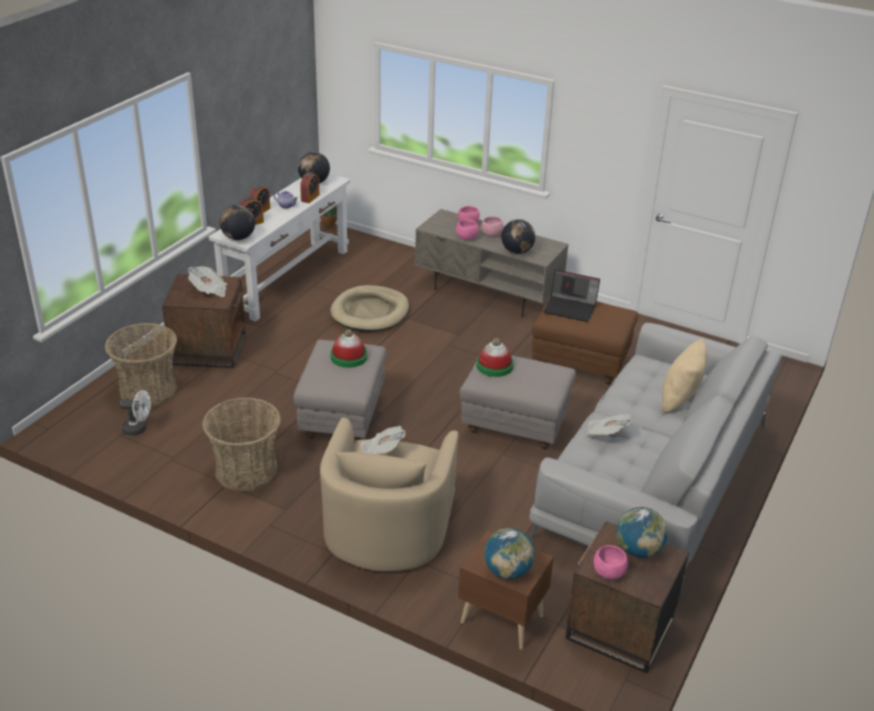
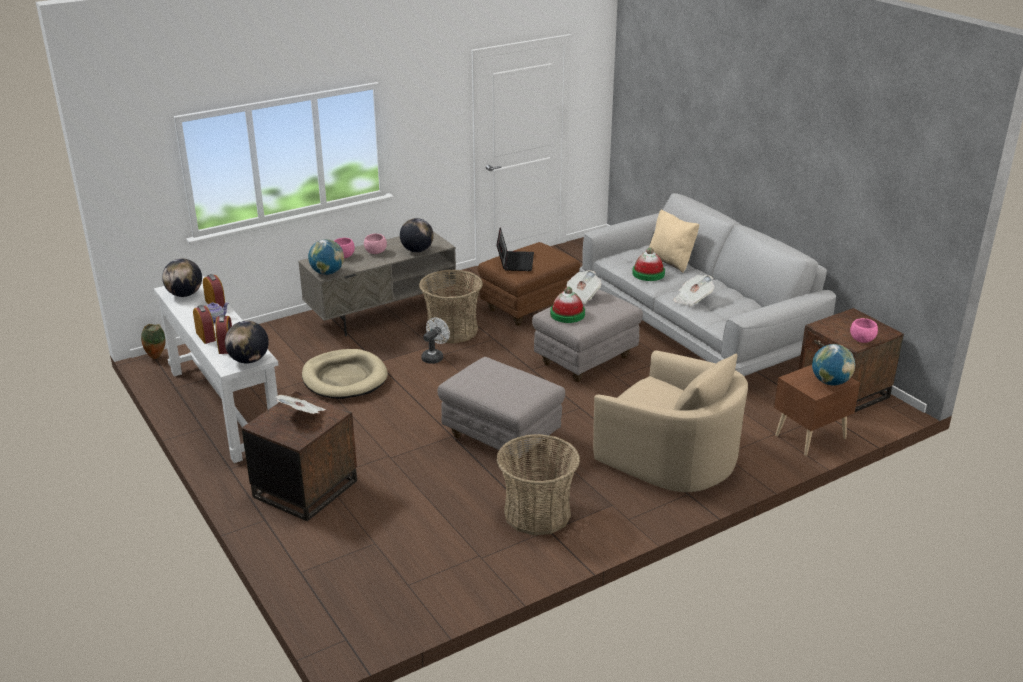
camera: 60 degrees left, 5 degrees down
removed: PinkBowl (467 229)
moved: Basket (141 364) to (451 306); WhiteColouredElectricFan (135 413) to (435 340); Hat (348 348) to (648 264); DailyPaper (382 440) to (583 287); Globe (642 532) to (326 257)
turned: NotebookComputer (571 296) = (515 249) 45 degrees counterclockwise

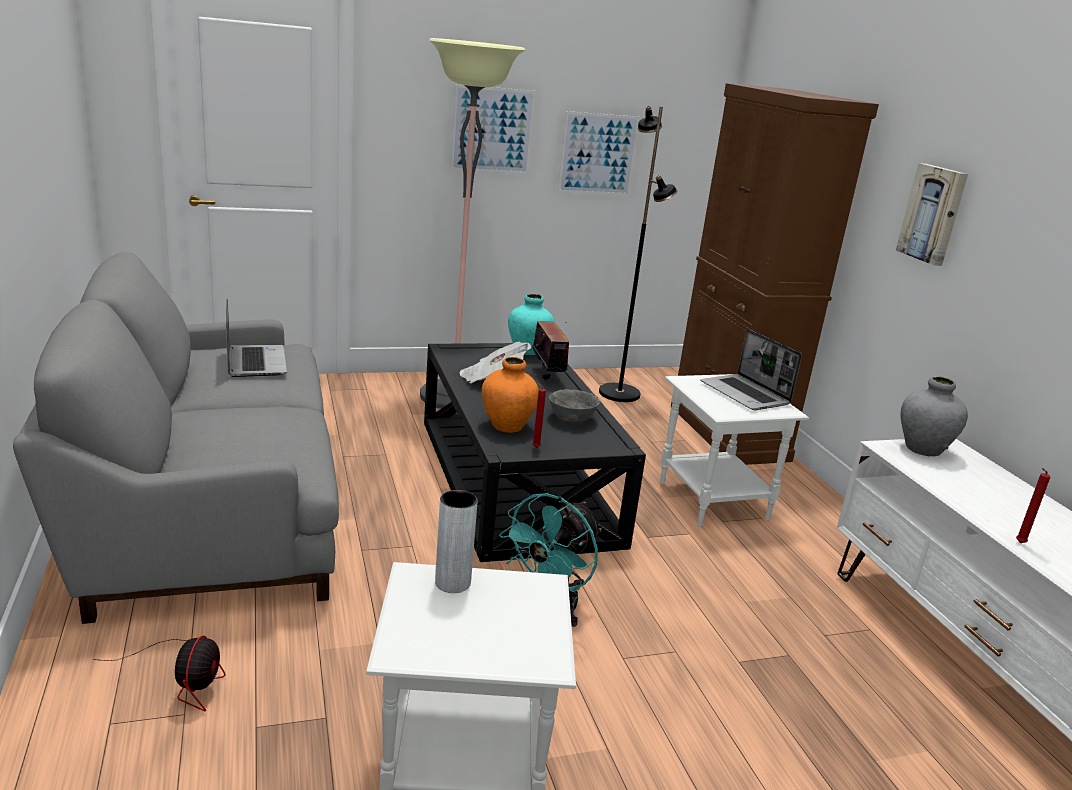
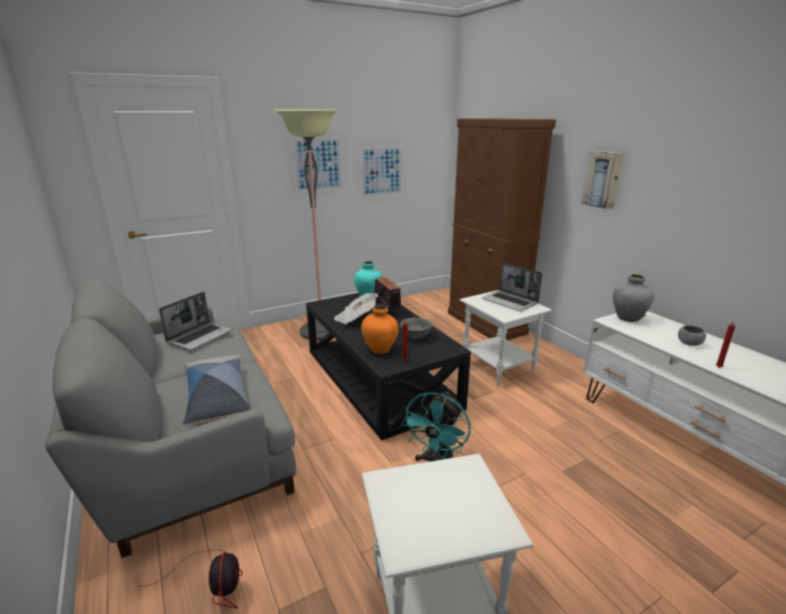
camera: 10 degrees left, 0 degrees up
removed: GreyFlowerVase (456 541); BlackStandingLamp (638 253)
added: Cushion (216 389); GreyBowl (692 335)
turned: NotebookComputer (256 338) = (196 321) 60 degrees clockwise

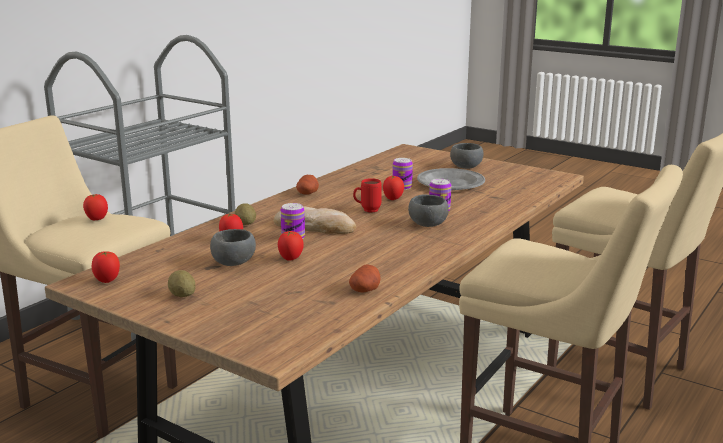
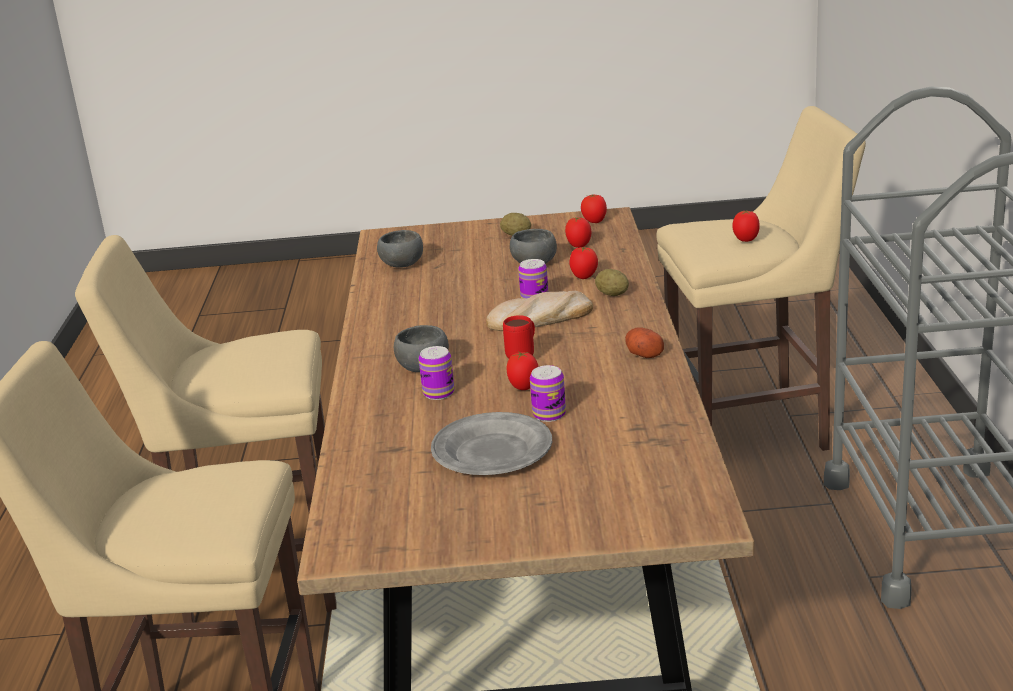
camera: 145 degrees right, 5 degrees up
removed: WholePotato (365 278)
moved: FreshTomato (291 246) to (578 232); GreyBowl (467 156) to (400 249)

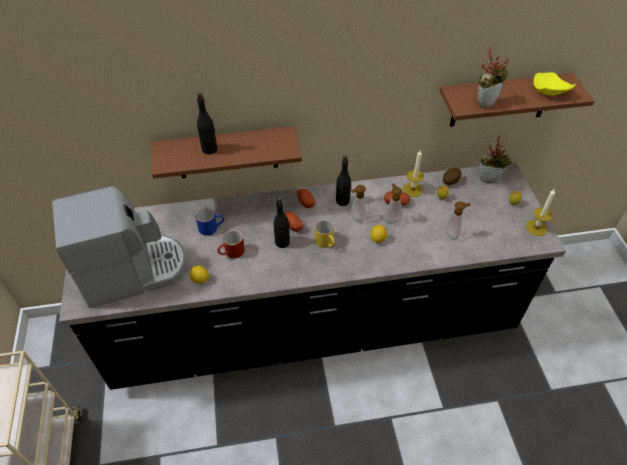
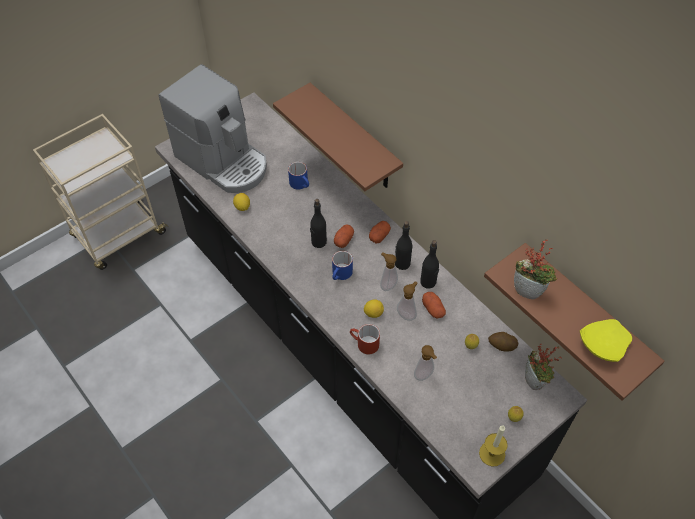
camera: 60 degrees right, 5 degrees up
removed: Candle (413 173)
moved: BlackBottle (207 123) to (429 264); ReddishCoffeeMug (231 244) to (365 339)
recoloured: YellowColouredCoffeeMug (325 234) to BluishCoffeeMug (342 265)

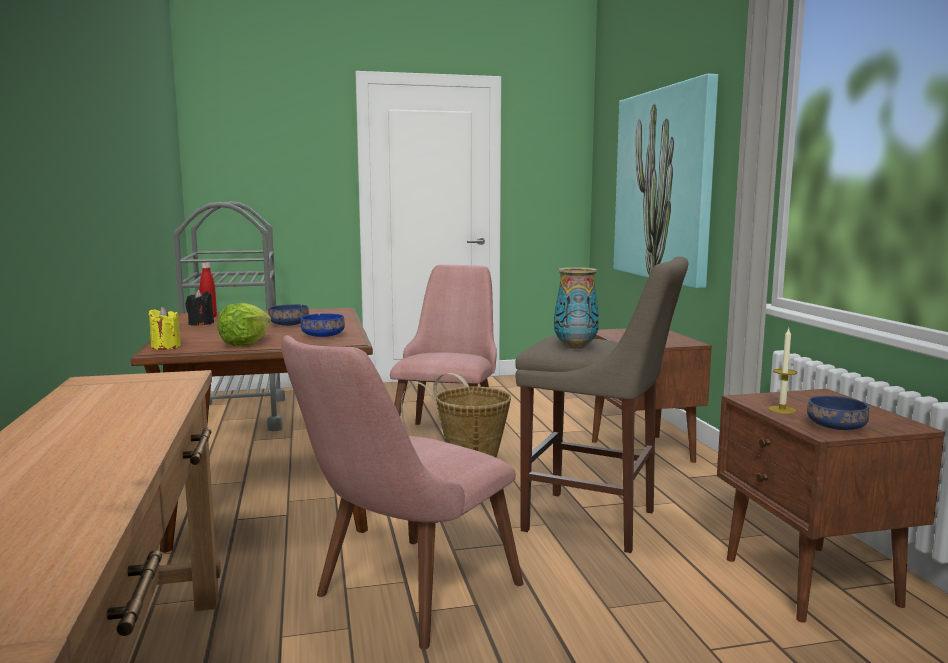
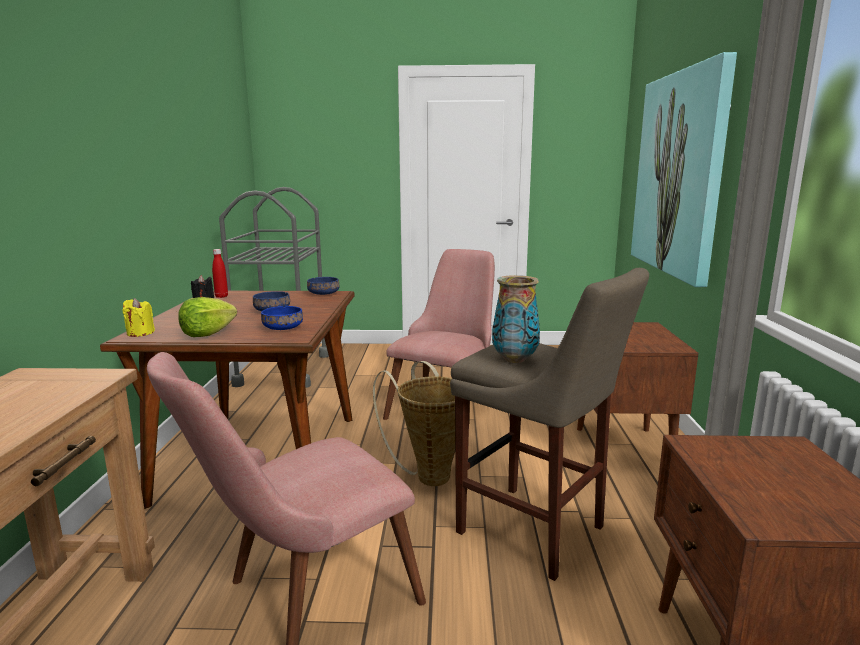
camera: 15 degrees right, 5 degrees up
removed: Candle (782 371)
moved: BluishBowl (838 413) to (323 286)

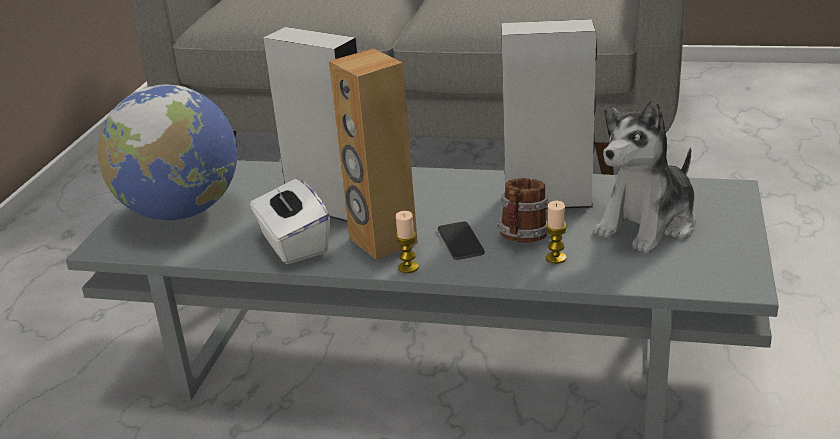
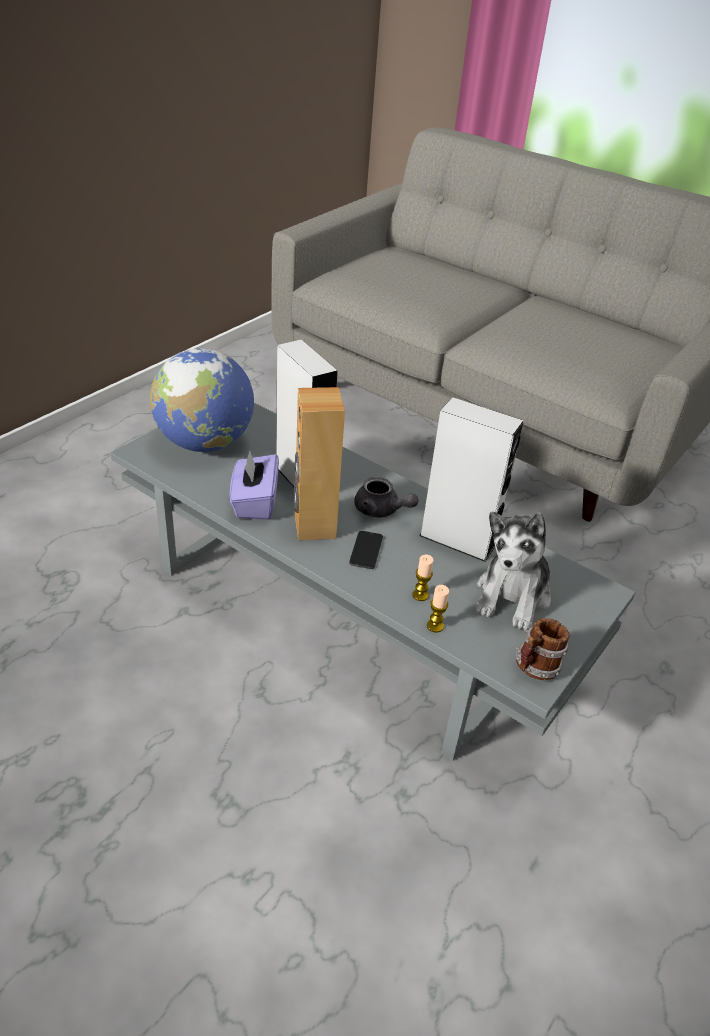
camera: 20 degrees right, 10 degrees up
added: GreyTeaPot (387 497)
moved: Candle (407 242) to (438 609); CoffeeMug (522 210) to (543 649)
recoloured: WhiteColouredTissueHolder (290 220) to PurpleTissueHolder (254 485)
turned: CuddlyToy (644 176) = (513 571) 45 degrees counterclockwise

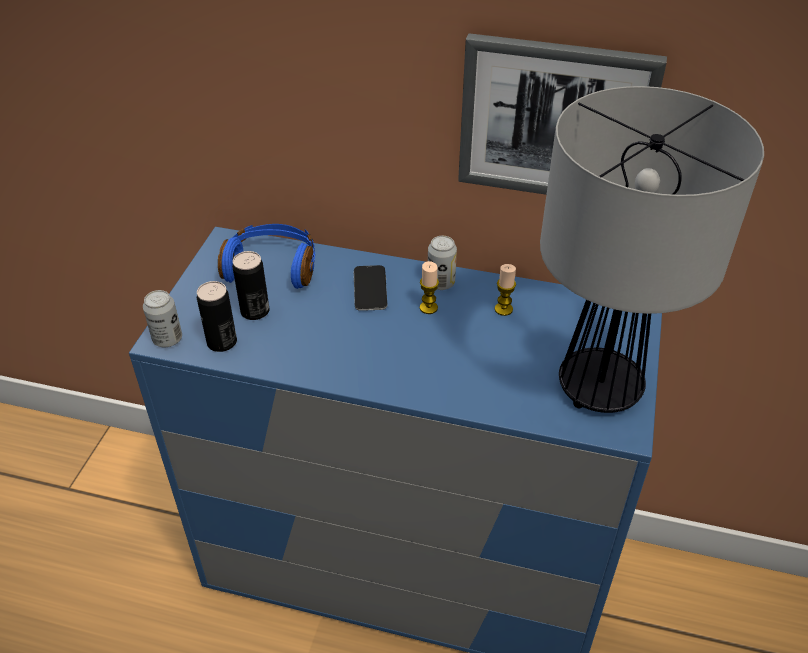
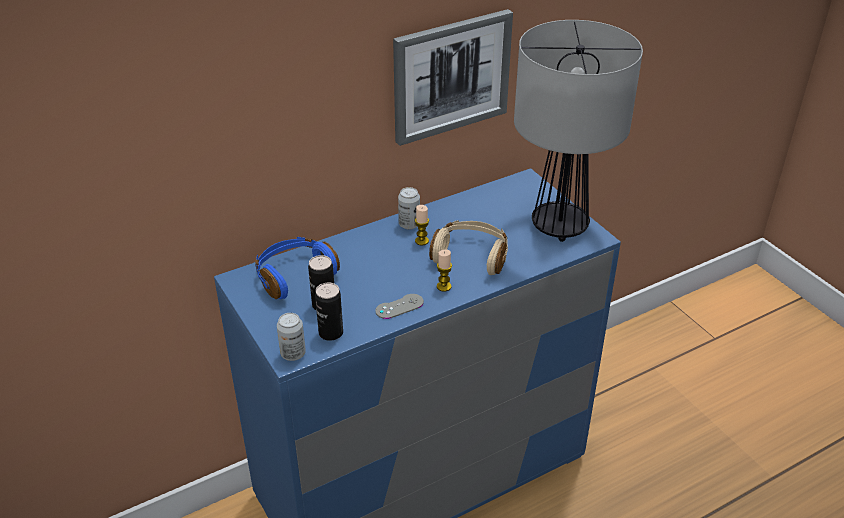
camera: 45 degrees left, 5 degrees down
removed: Phone (370 288)
added: GreyGameController (399 306); BeigeHeadphones (468 247)
moved: Candle (505 290) to (444 270)

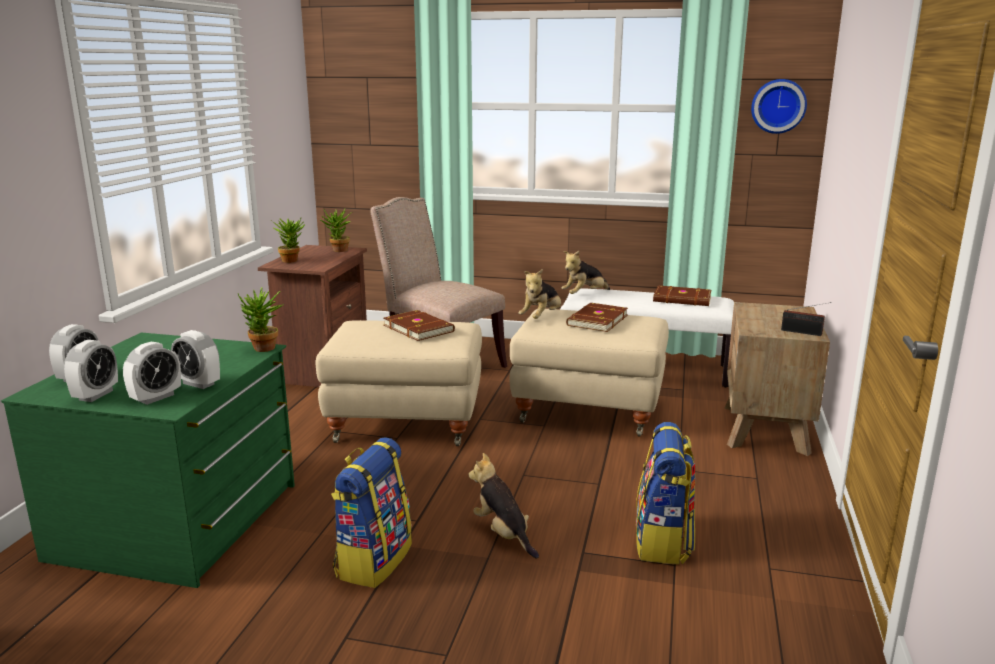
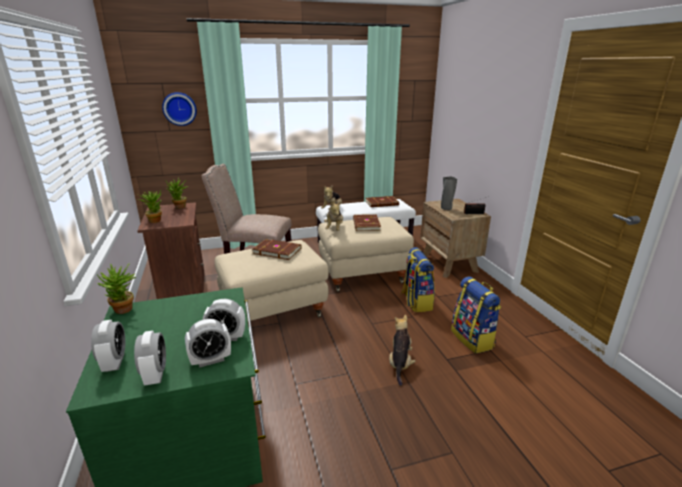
camera: 30 degrees left, 5 degrees up
added: GreyFlowerVase (449 193)
moved: PlantInAPot (261 319) to (116 288); Knapsack (371 512) to (418 279); ClockOnTheWall (779 106) to (179 109)
turned: BedsideClock (152 373) = (208 343) 60 degrees clockwise; CuddlyToy (504 505) = (402 350) 75 degrees clockwise

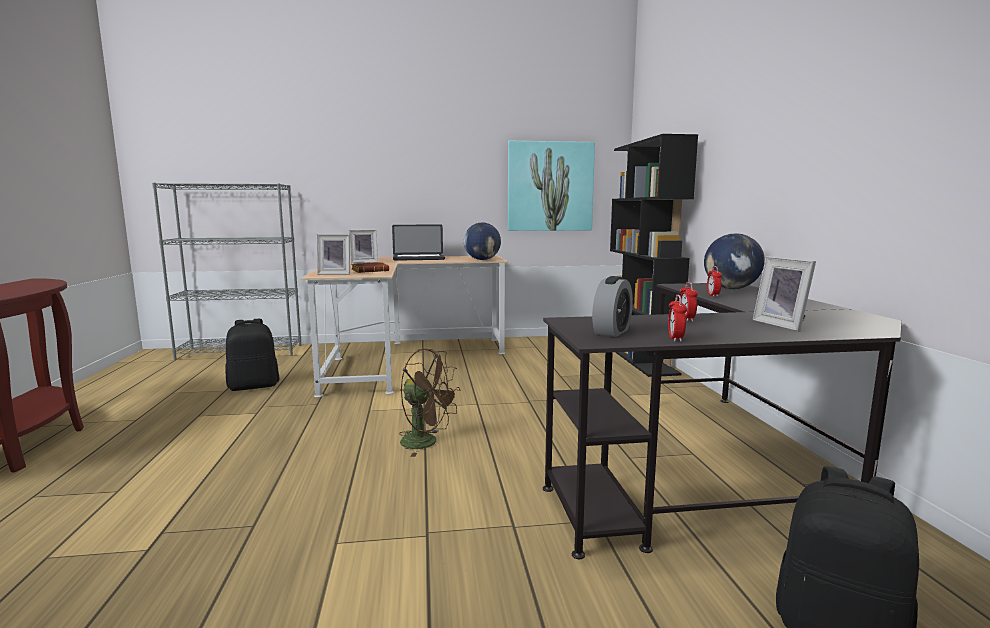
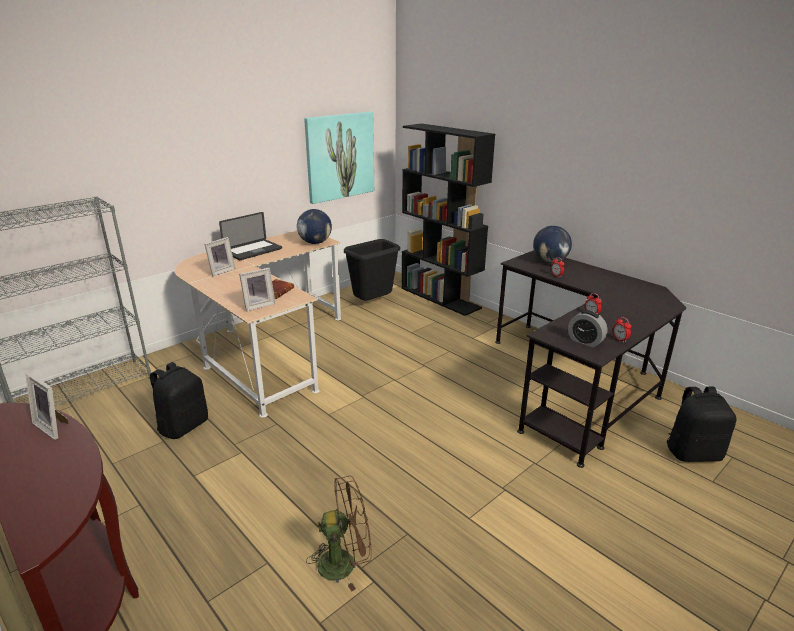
camera: 35 degrees left, 15 degrees up
added: BlackRubbishBin (372 269)
moved: BrownColouredElectricFan (429 403) to (339 533); StandingFrame (784 293) to (47 406)
turned: BedsideClock (612 306) = (587 328) 135 degrees clockwise

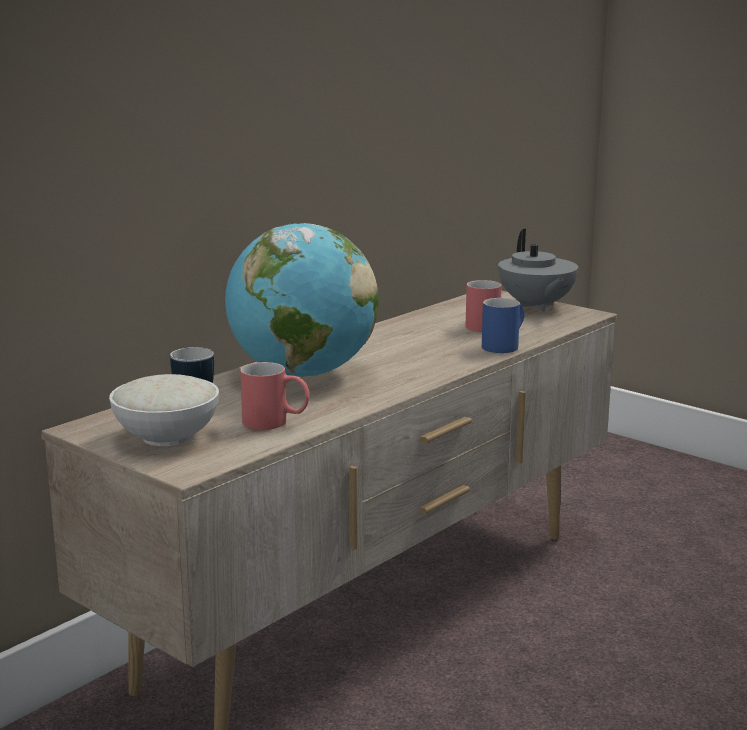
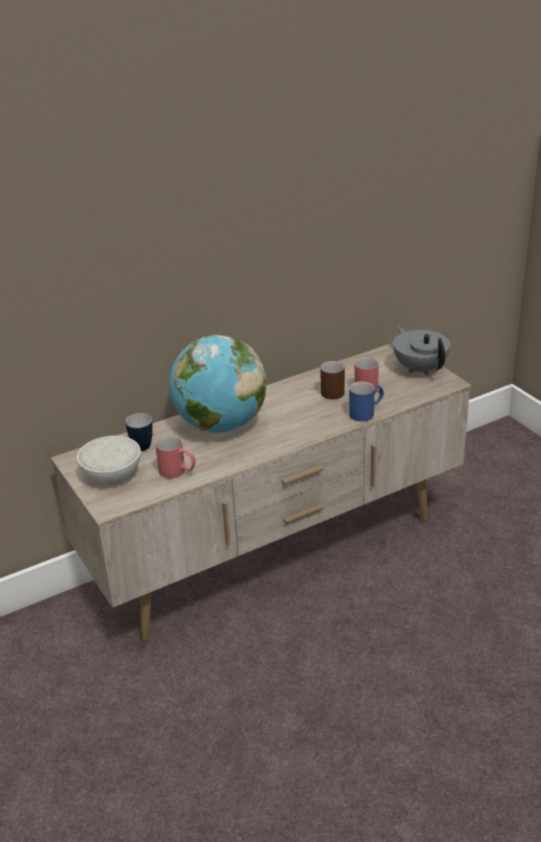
camera: 20 degrees right, 15 degrees up
added: BrownColouredCoffeeMug (332 380)
turned: GreyTeaPot (538 270) = (421 350) 150 degrees clockwise

